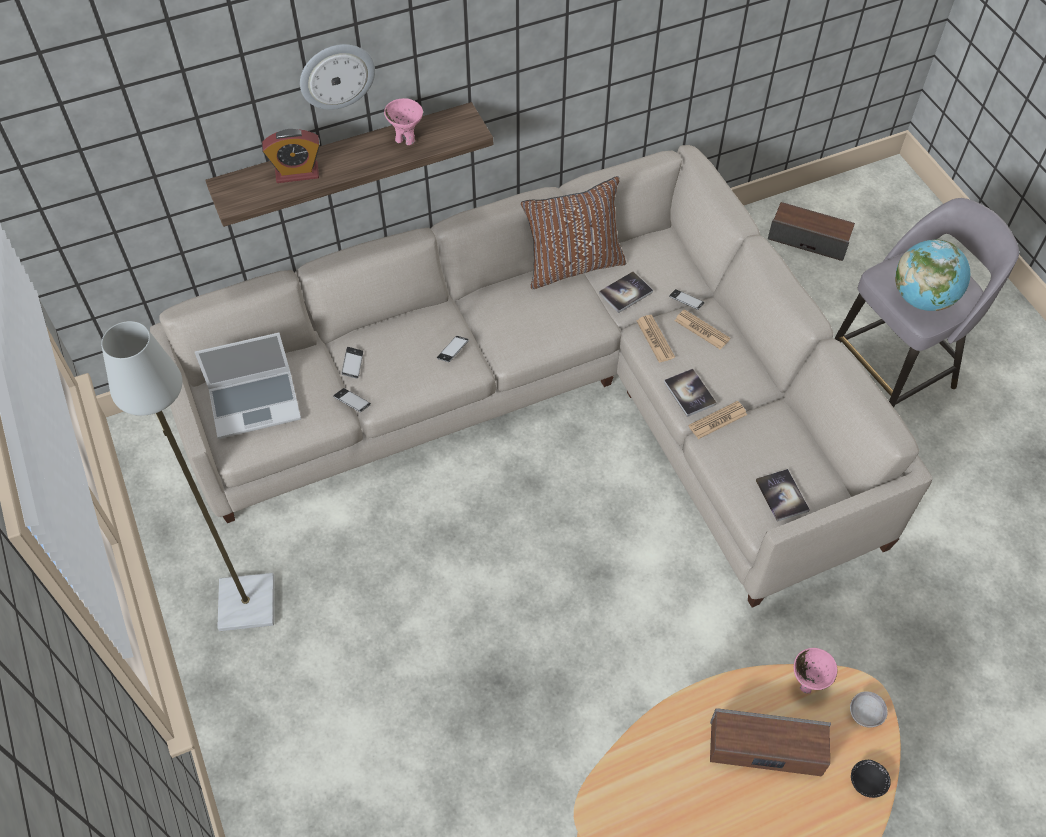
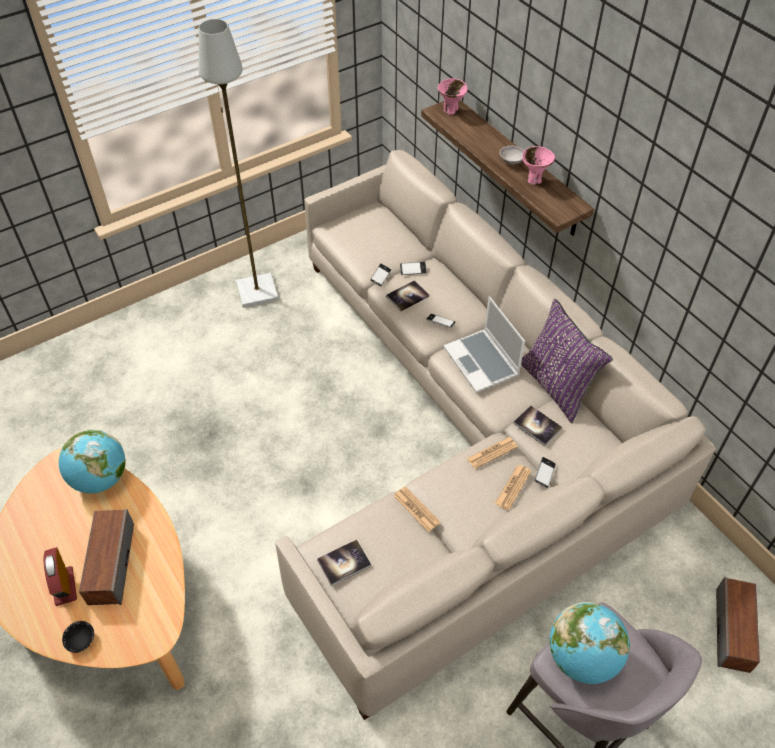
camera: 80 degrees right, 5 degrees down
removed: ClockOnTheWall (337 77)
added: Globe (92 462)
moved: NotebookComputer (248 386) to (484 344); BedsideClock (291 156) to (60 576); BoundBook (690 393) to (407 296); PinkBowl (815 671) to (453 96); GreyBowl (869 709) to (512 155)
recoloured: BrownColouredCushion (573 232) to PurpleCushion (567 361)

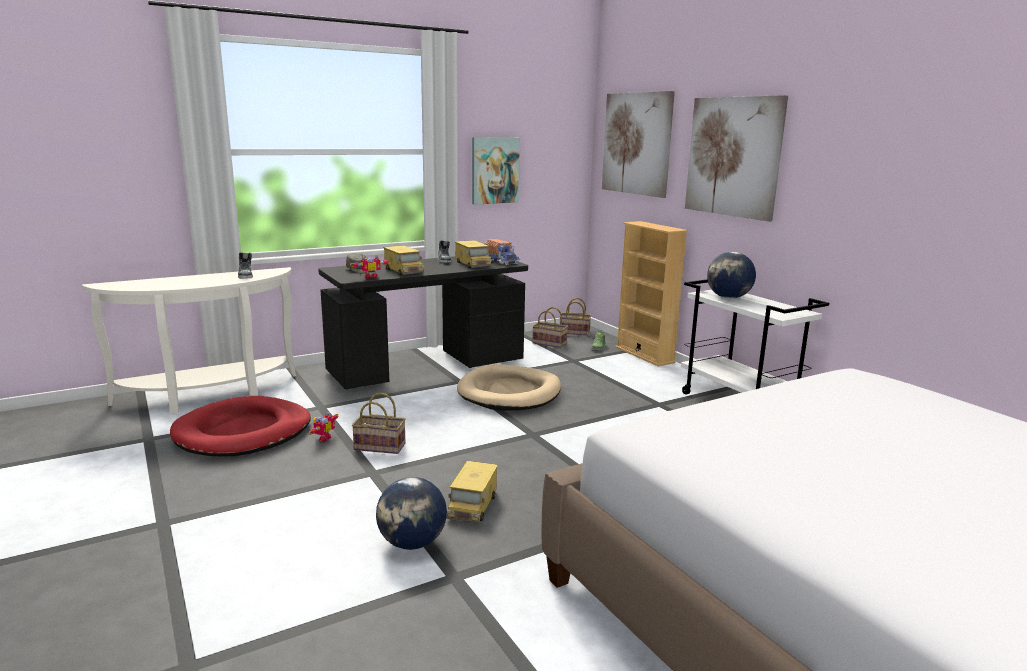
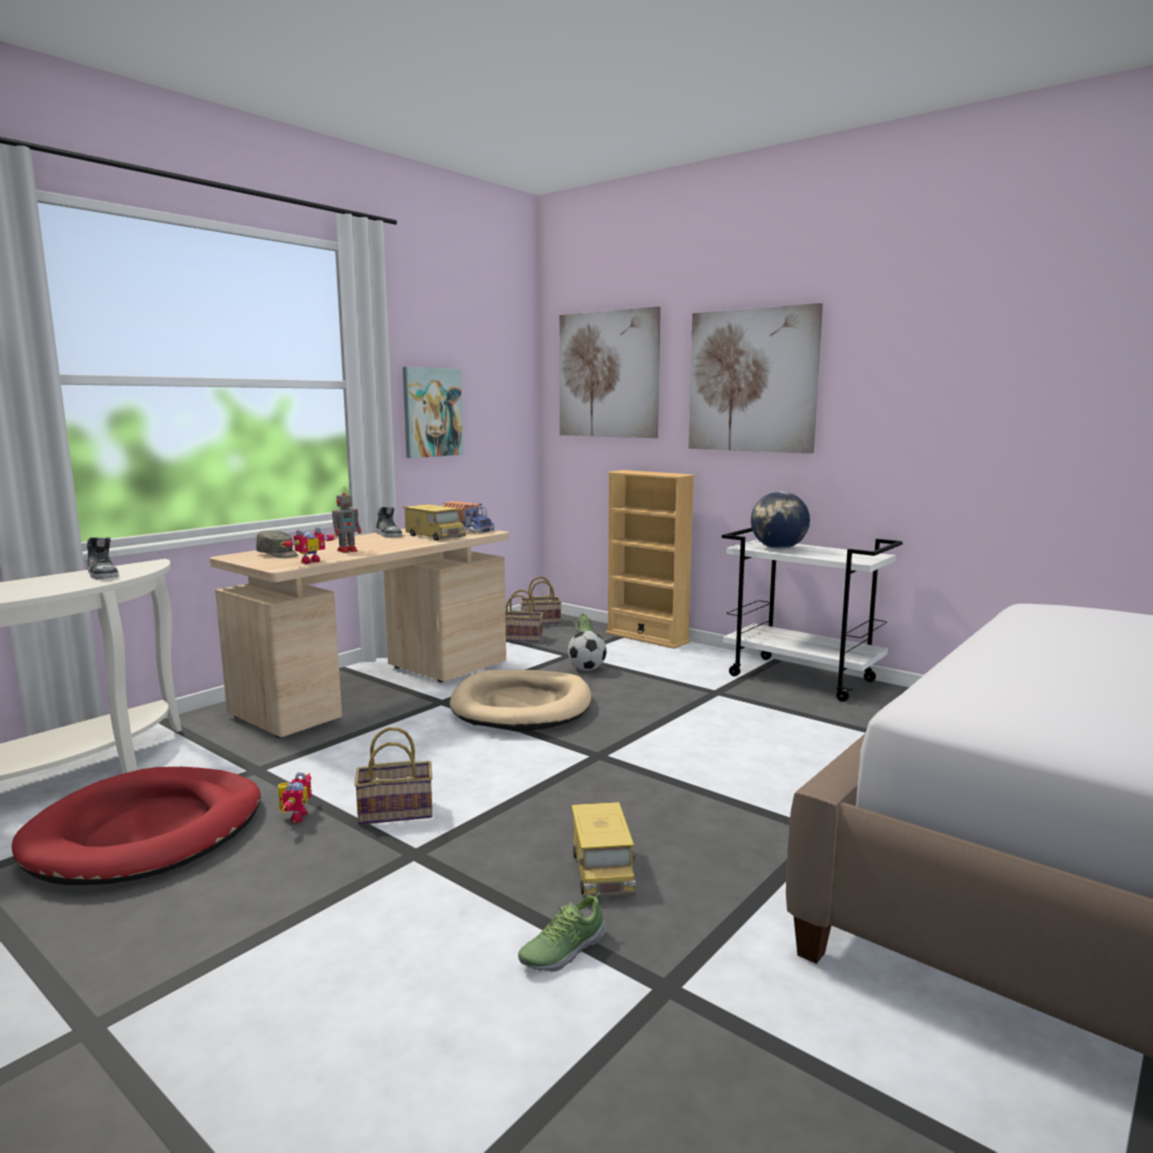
camera: 20 degrees left, 5 degrees down
added: Football (587 651)
replaced: Globe (411 513) to Shoe (562 932); ToyLorry (403 260) to ToyRobot (346 520)
recoloured: BlackDeskTable (423 322) to BeigeDeskTable (359 633)

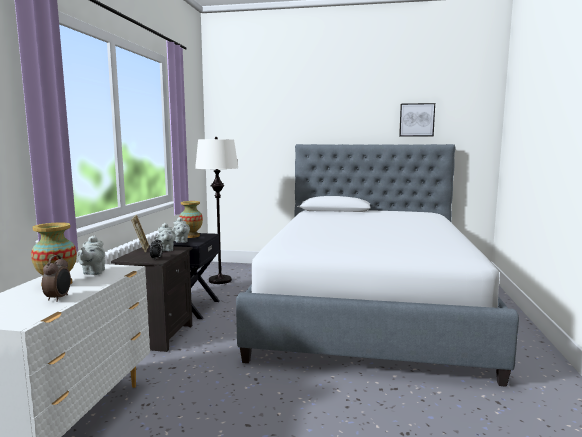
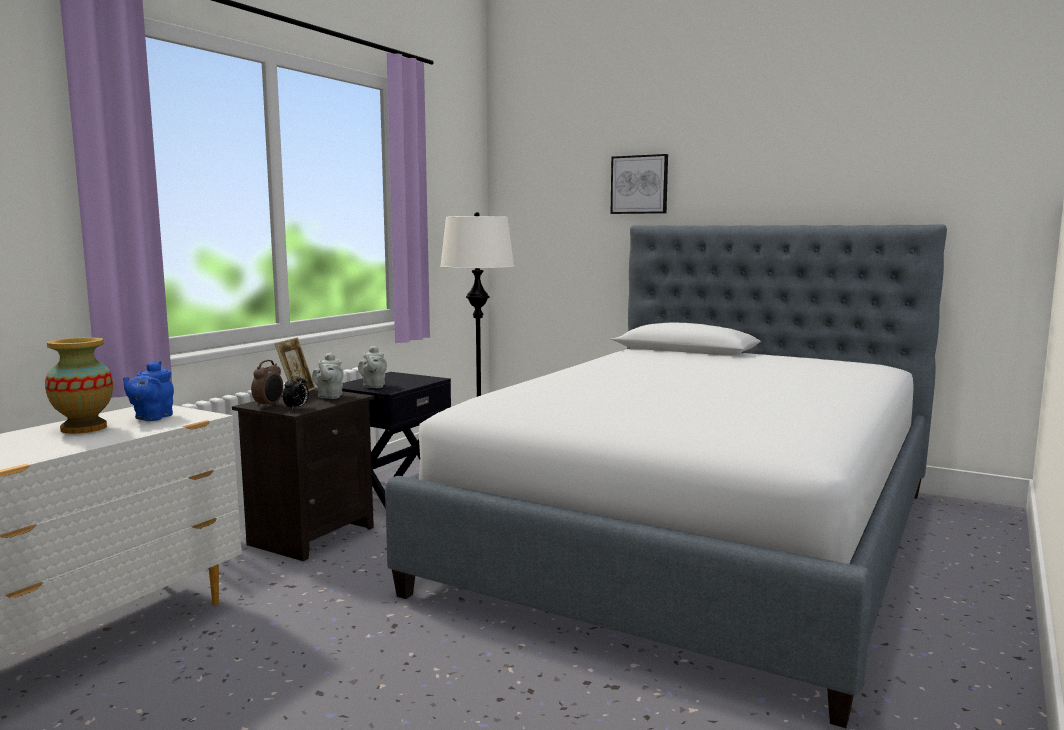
camera: 20 degrees right, 0 degrees up
removed: FlowerVase (191 219)
moved: BedsideClock (56 278) to (267 384); WallPicture (417 119) to (639 184)
recoloured: GreyTeaPot (91 255) to BluishTeaPot (148 391)

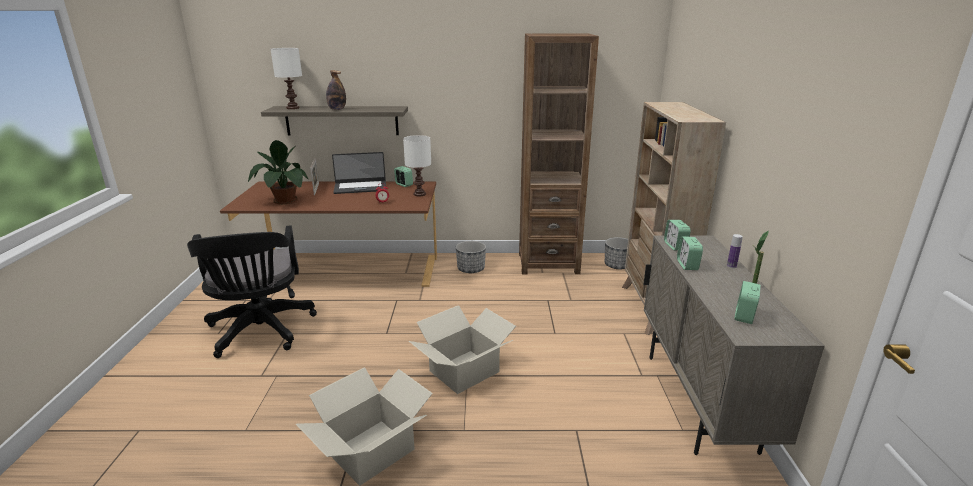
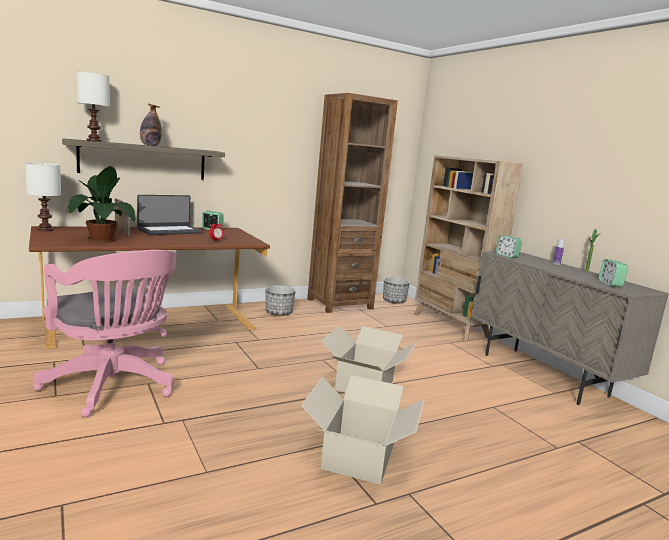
camera: 30 degrees left, 10 degrees down
removed: BedsideClock (690 253)
moved: WhiteColouredLampForATable (417 165) to (43 196)
recoloured: BlackComputerChair (252 291) to PinkComputerChair (104 333)

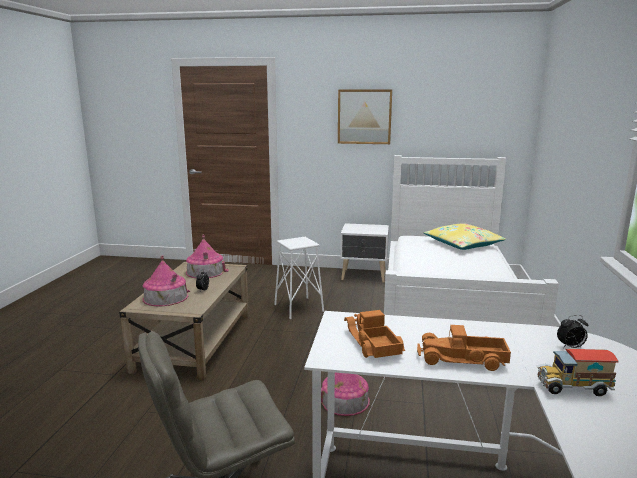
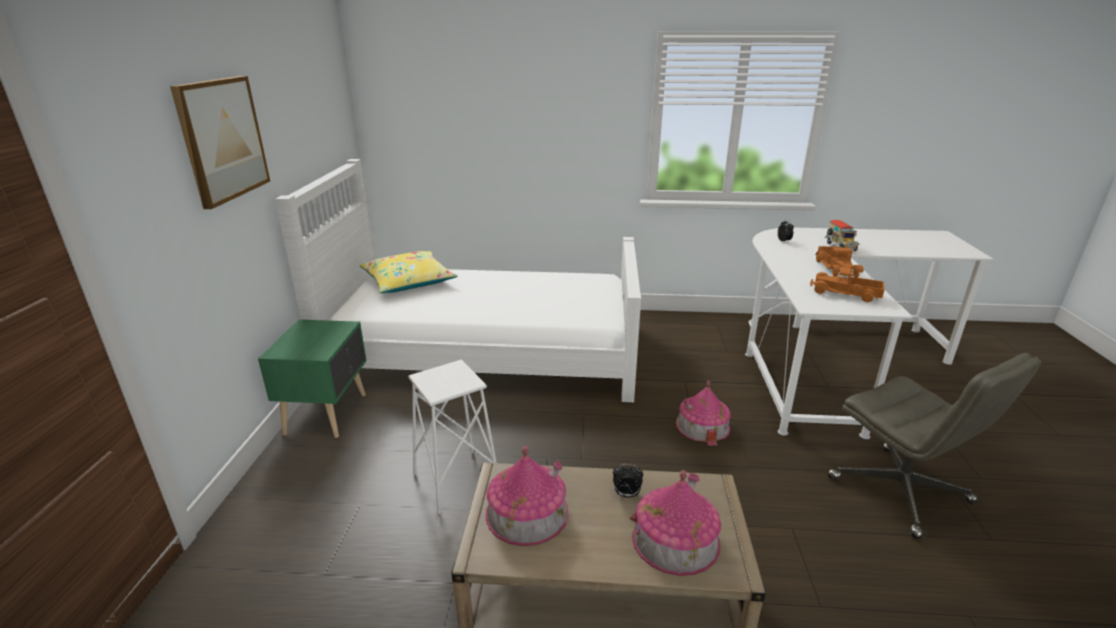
camera: 95 degrees left, 10 degrees up
recoloured: WhiteColouredBedsideTable (364 253) to GreenishBedsideTable (312 379)
turned: ToyLorry (374 334) = (847 284) 45 degrees clockwise

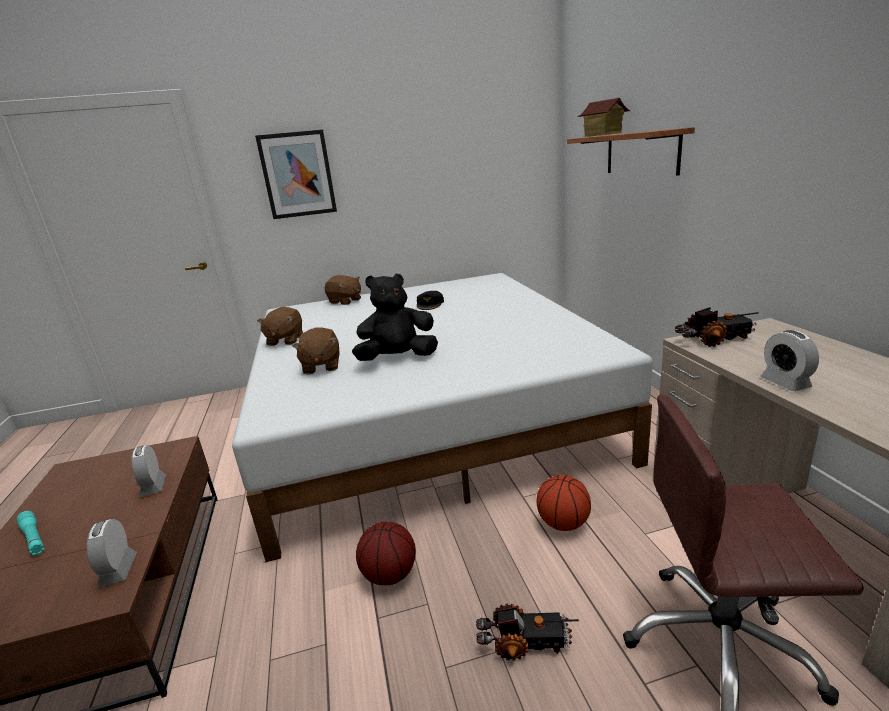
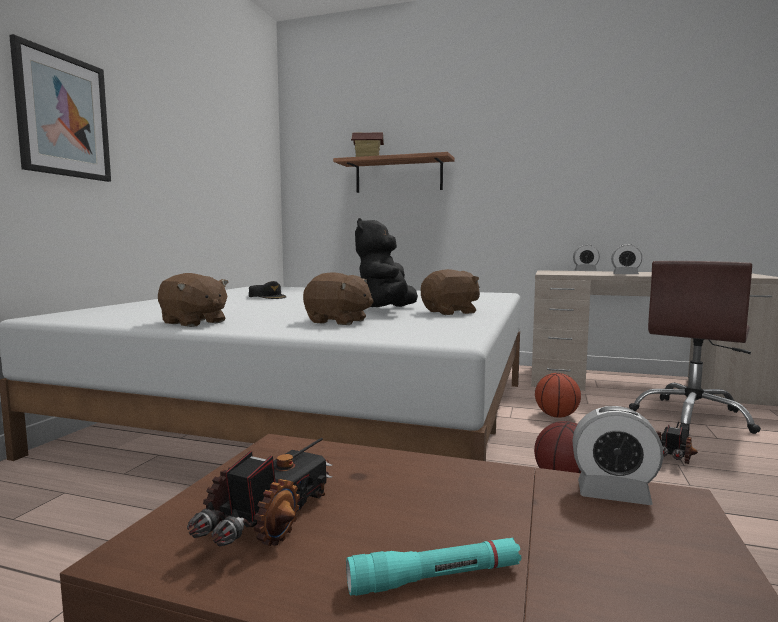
camera: 60 degrees left, 15 degrees down
moved: BedsideClock (148 471) to (586 257); BrownColouredCuddlyToy (343 290) to (450 292); ToyLorry (717 327) to (260 492)

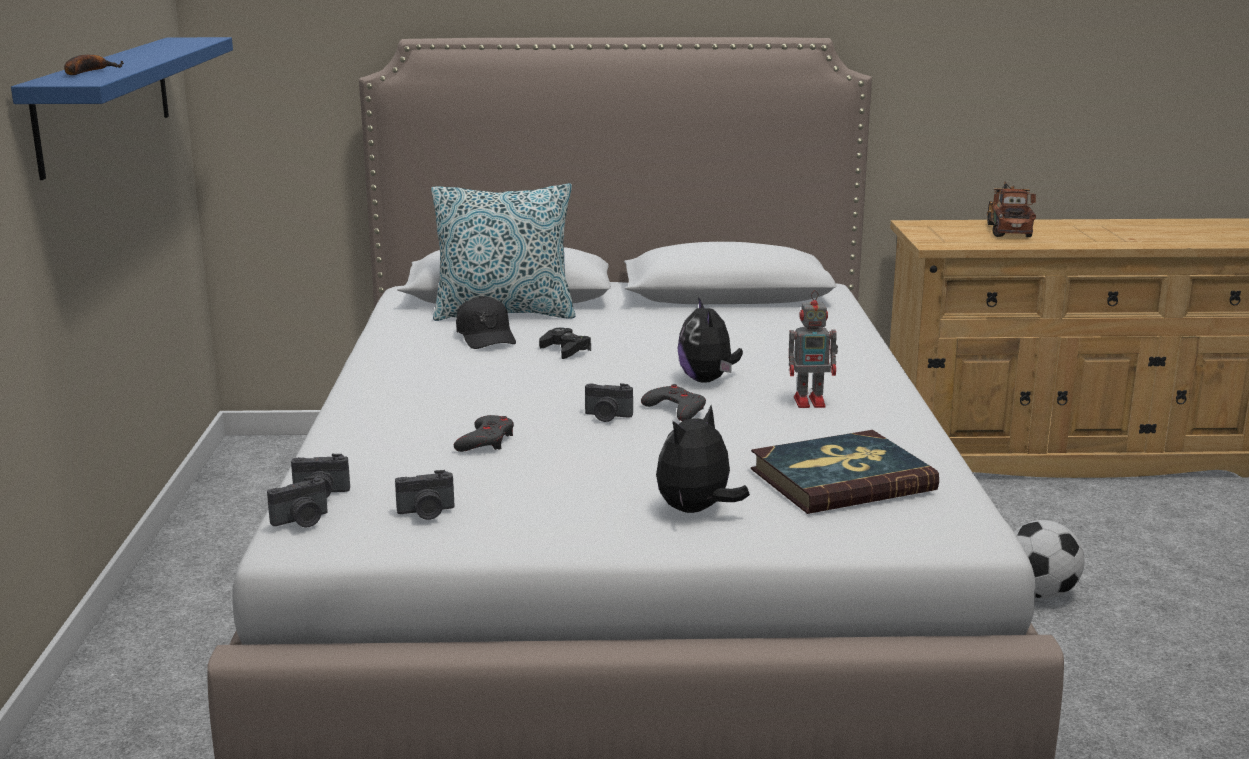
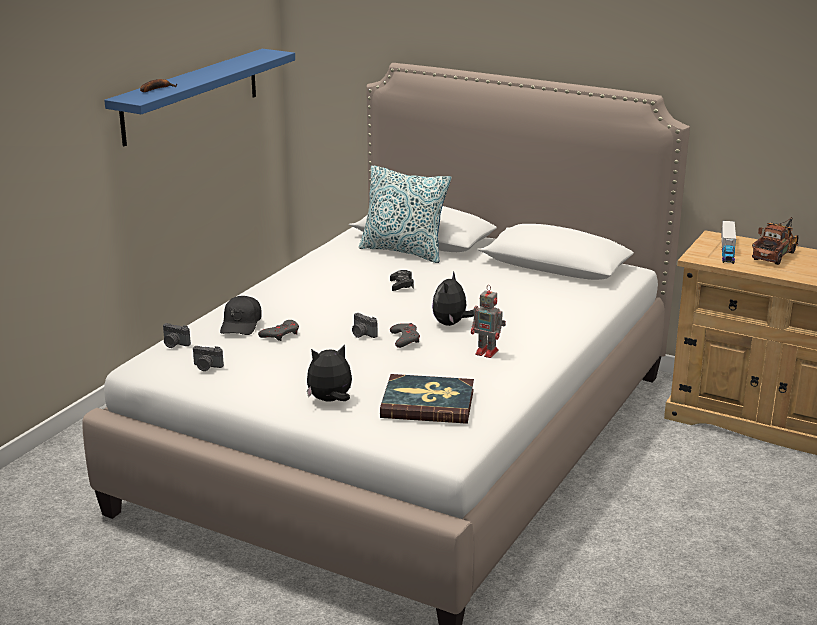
camera: 30 degrees right, 5 degrees up
removed: PhotoCamera (297 502); Football (1049 559)
added: ToyLorry (728 242)
moved: BlackBaseballCap (486 322) to (241 315)

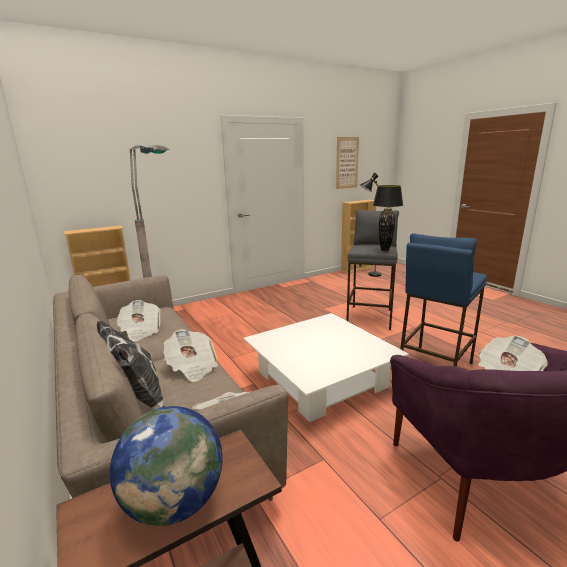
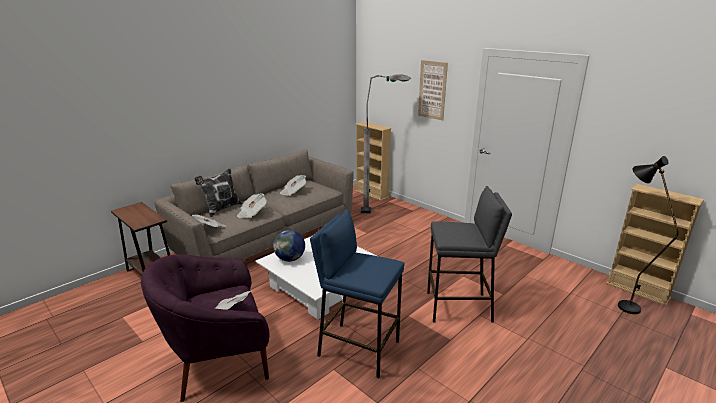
camera: 75 degrees right, 5 degrees up
removed: BlackLampForATable (388 218)
moved: Globe (166 466) to (289 246); WallPicture (347 163) to (433 90)

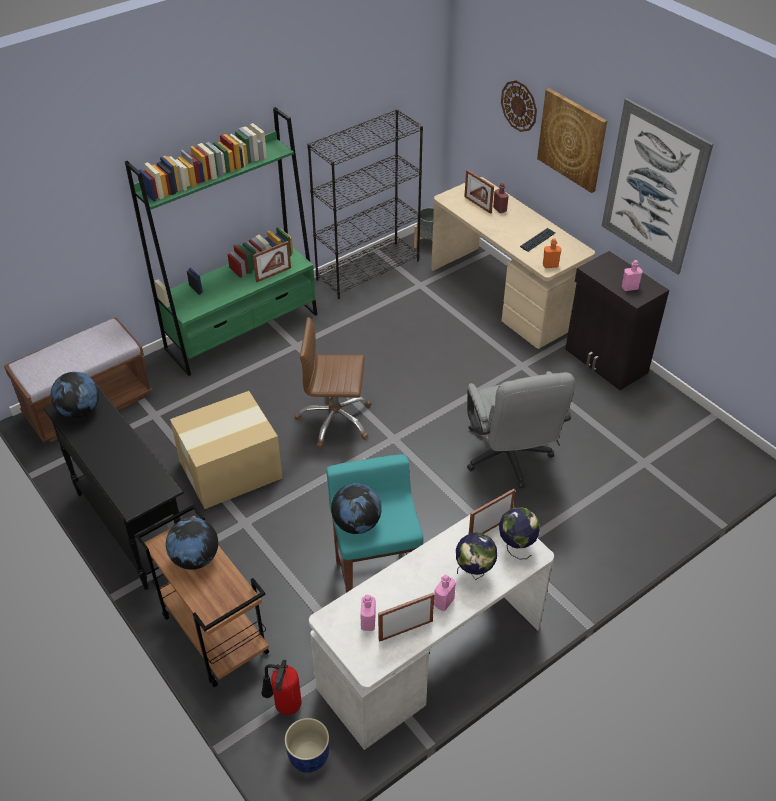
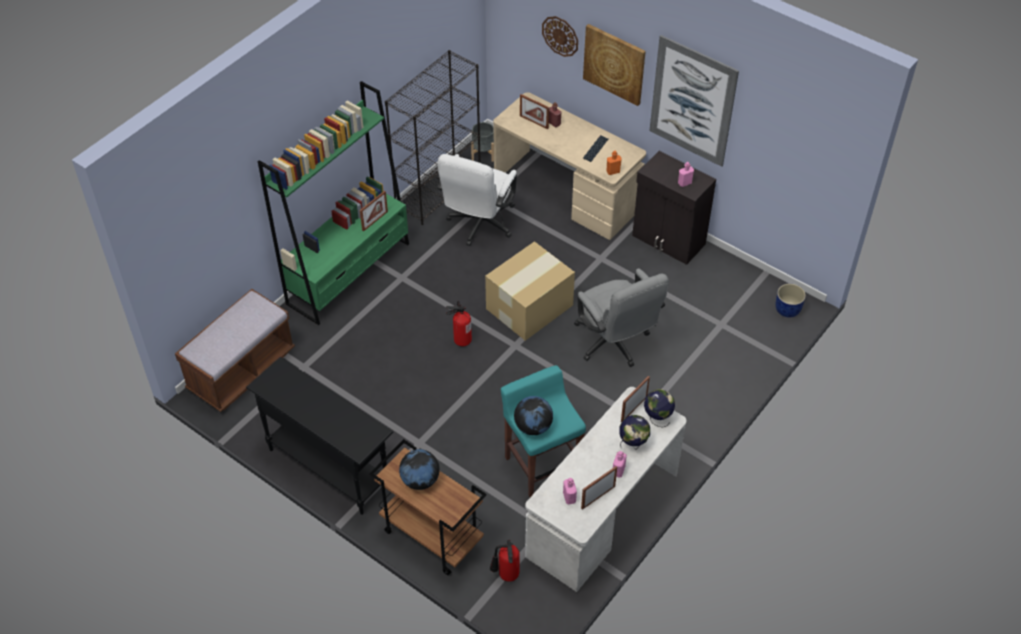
camera: 15 degrees left, 5 degrees up
removed: Globe (75 395)
added: WhiteColouredComputerChair (477 200)
moved: Carton (226 450) to (530 291); BluishPlanter (307 745) to (791 301)
replaced: BrownColouredComputerChair (333 382) to FireExtinguisher (459 324)

